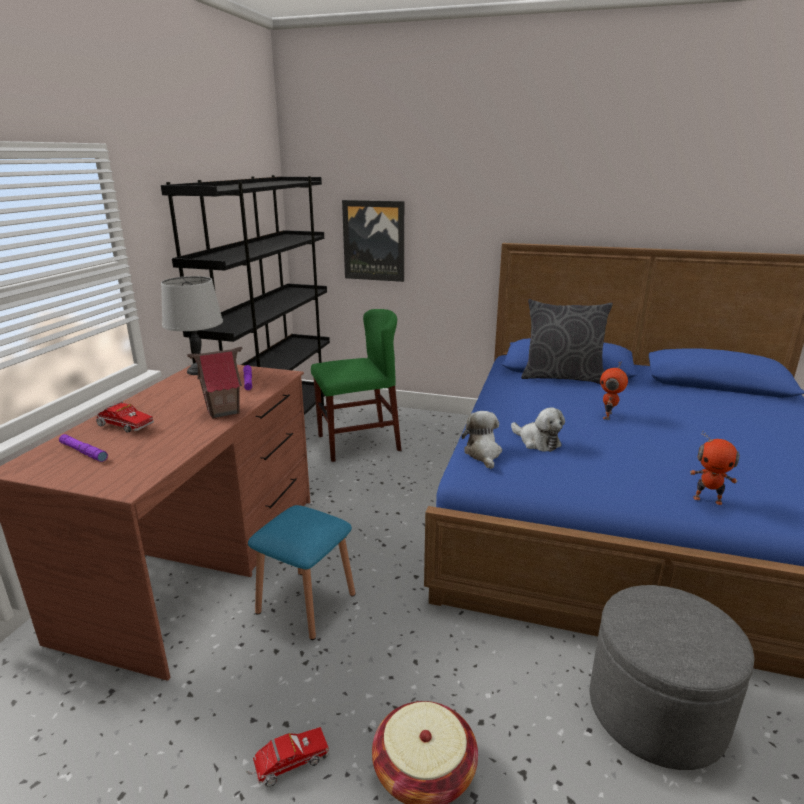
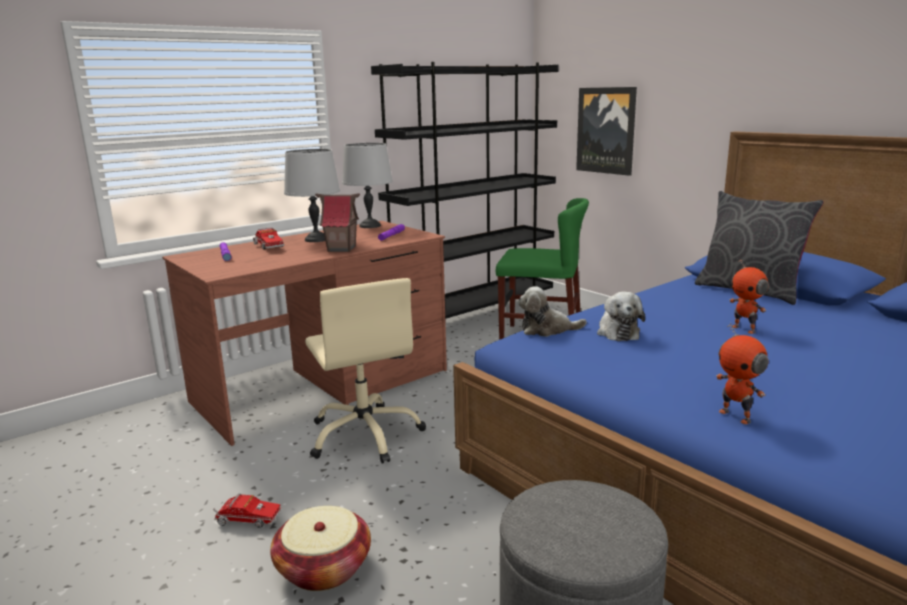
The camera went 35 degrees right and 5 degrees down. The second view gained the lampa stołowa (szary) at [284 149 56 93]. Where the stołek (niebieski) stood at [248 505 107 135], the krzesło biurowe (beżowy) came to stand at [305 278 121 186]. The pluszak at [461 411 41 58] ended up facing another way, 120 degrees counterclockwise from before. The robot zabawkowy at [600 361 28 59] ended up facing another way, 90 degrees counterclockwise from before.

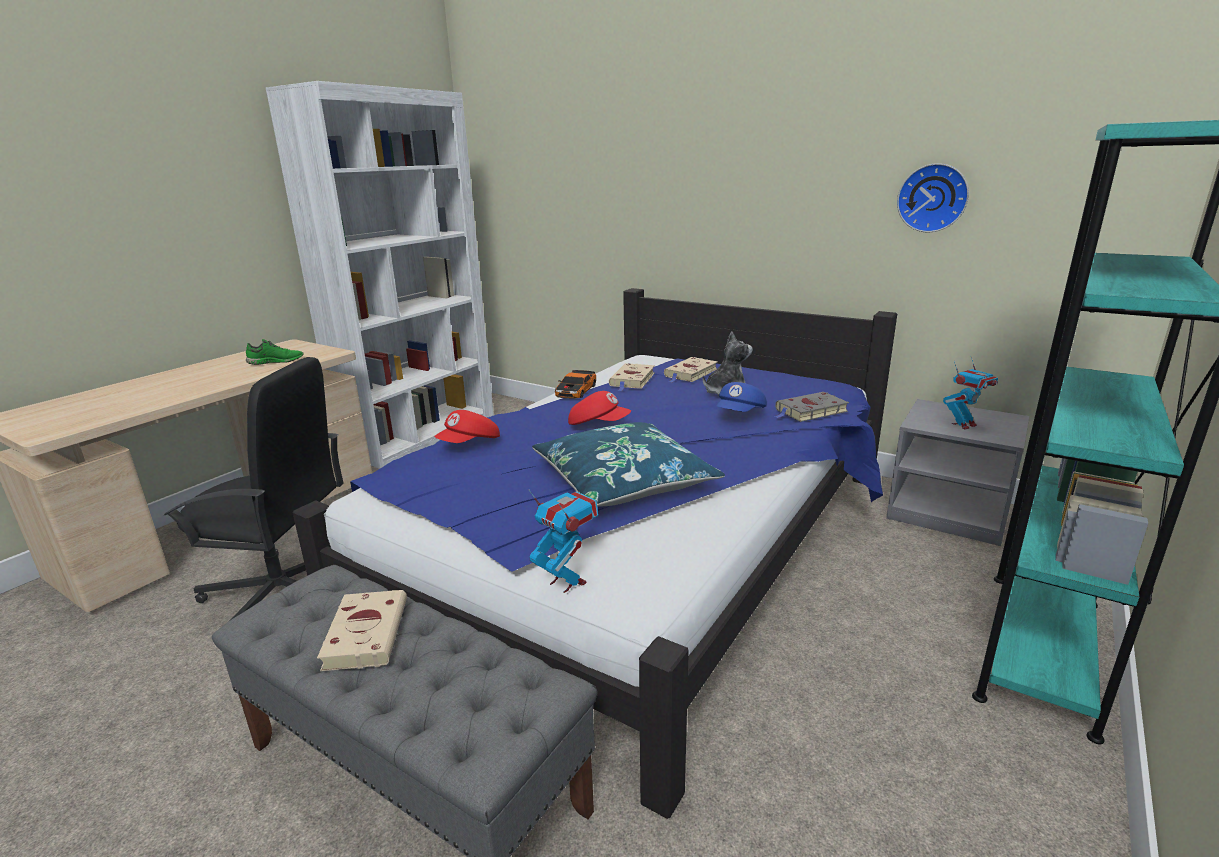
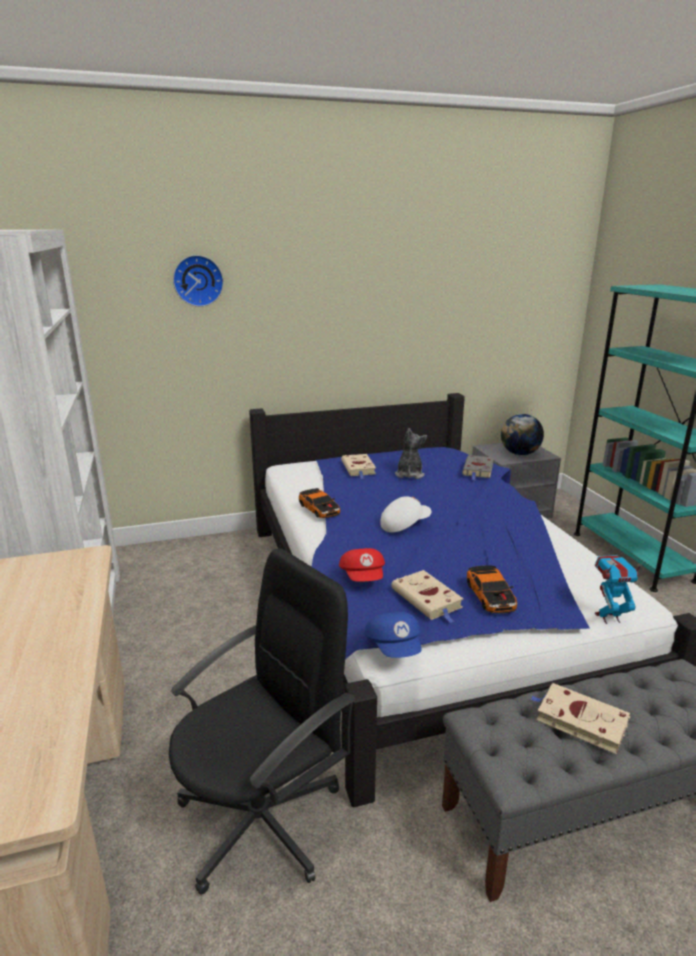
The camera went 50 degrees left and 0 degrees up. The zegar ścienny ended up elsewhere, having gone from [897 163 72 69] to [173 255 51 52]. The czapka z daszkiem (niebieski) ended up elsewhere, having gone from [716 382 51 30] to [365 612 57 46]. What was the czapka z daszkiem (czerwony) at [568 391 63 34] turned into the czapka z daszkiem (biały) at [380 496 51 36]. The książka (beżowy) ended up elsewhere, having gone from [609 363 46 28] to [391 570 73 53]. The second view gained the samochodzik at [467 566 50 48]. Where the robot zabawkowy stood at [943 357 55 73], the globus came to stand at [501 414 43 41]. The second view lost the but (zielony) at [246 339 58 26]. The second view lost the poduszka (niebieski) at [532 422 193 85].

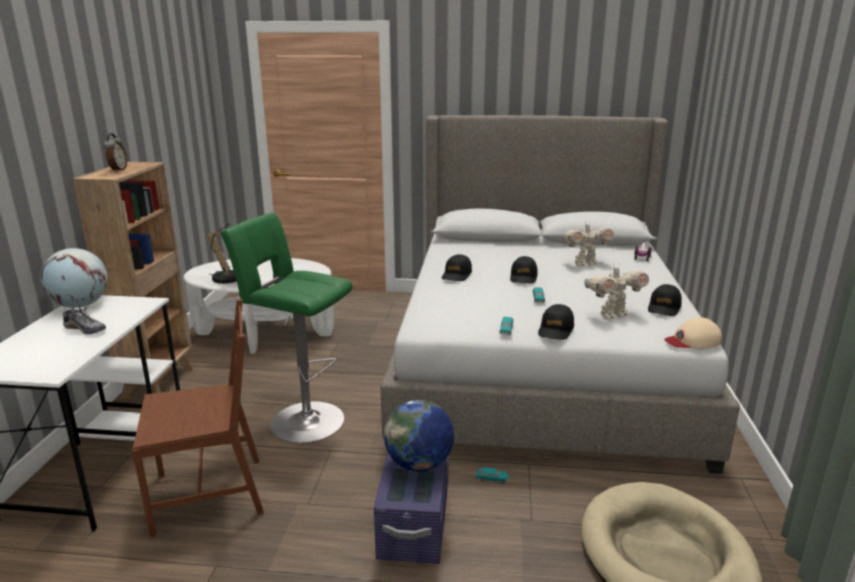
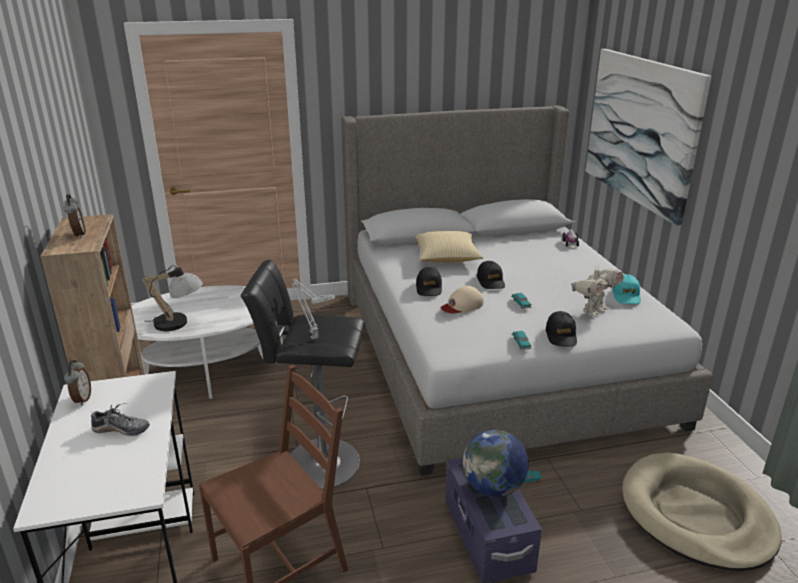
The camera went 20 degrees left and 5 degrees up. Where the globus stood at [40 248 68 60], the budzik came to stand at [64 360 27 46]. What was the stołek (zielony) at [220 212 133 231] turned into the stołek (czarny) at [241 260 124 229]. The second view gained the lampa stołowa (szary) at [292 279 43 60]. The second view gained the poduszka at [415 231 69 32]. The czapka z daszkiem (beżowy) ended up elsewhere, having gone from [664 317 58 32] to [441 286 43 28]. The second view gained the obraz at [586 49 126 177]. What was the czapka z daszkiem (czarny) at [648 284 34 32] turned into the czapka z daszkiem (turkusowy) at [612 274 29 30]. The second view lost the robot zabawkowy at [561 220 53 46].

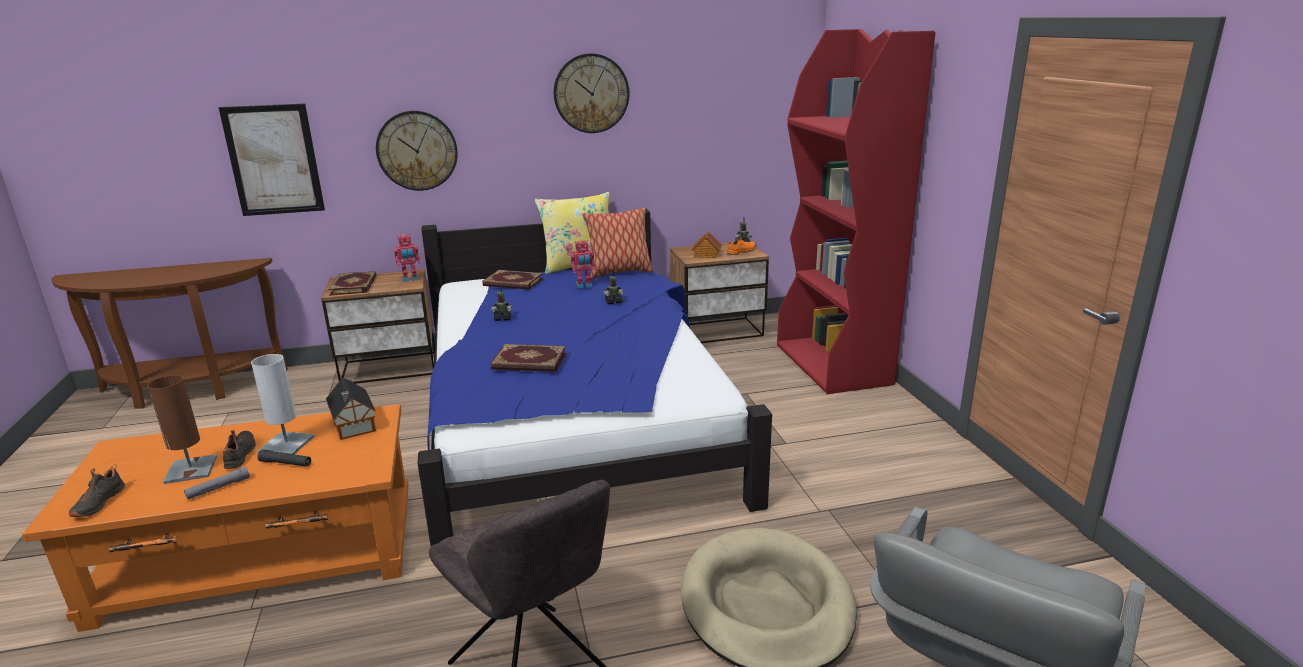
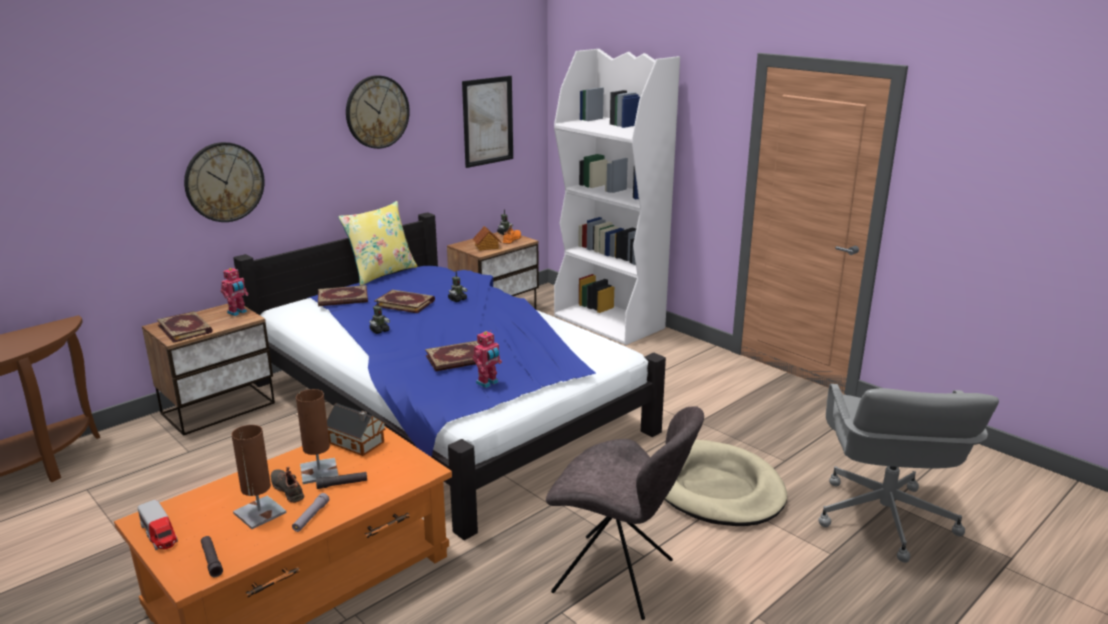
The camera went 30 degrees left and 0 degrees up. The second view gained the ciężarówka zabawkowa at [138 500 40 50]. Where the but (czarny) stood at [69 464 56 53], the latarka (czarny) came to stand at [201 536 22 41]. What was the lampa stołowa (biały) at [251 354 64 100] turned into the lampa stołowa (brązowy) at [296 389 43 95]. The second view gained the książka at [374 290 61 23]. The obraz ended up elsewhere, having gone from [218 104 107 112] to [462 76 51 92]. The robot zabawkowy ended up elsewhere, having gone from [570 240 25 48] to [472 330 30 58]. What was the regał (czerwony) at [777 29 158 365] turned into the regał (biały) at [554 49 126 296]. The second view lost the poduszka at [583 207 70 71].

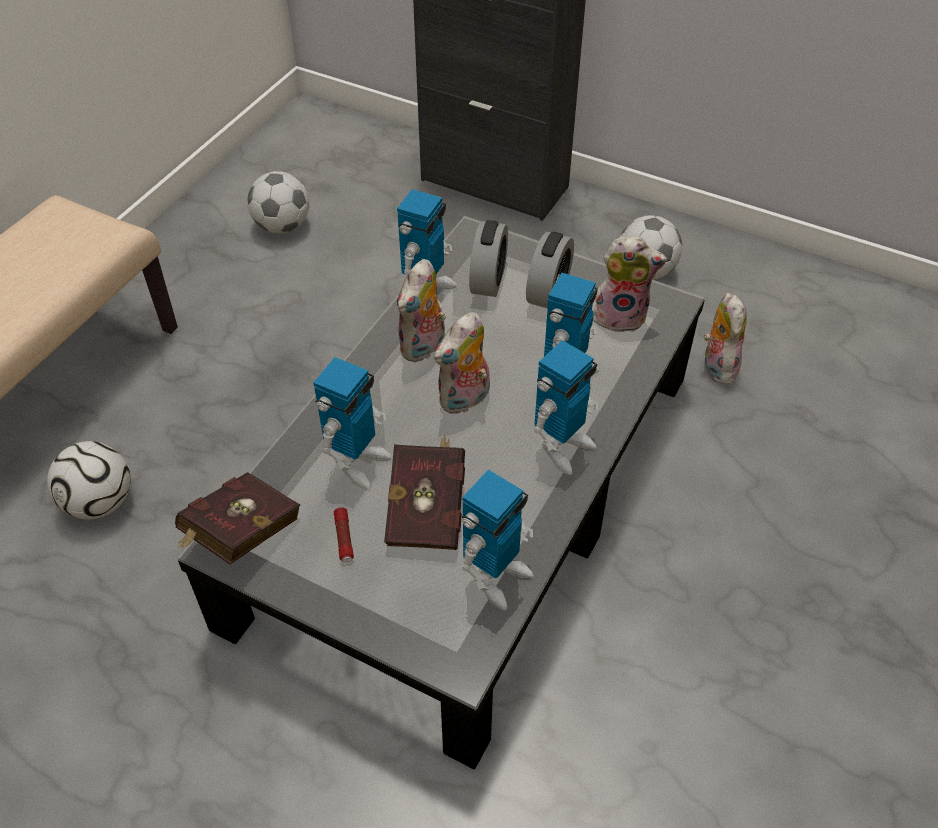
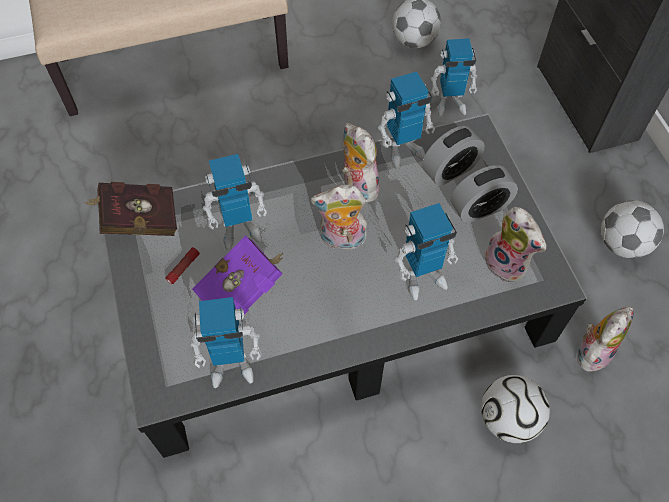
The camera went 45 degrees right and 10 degrees up. What was the książka (czerwony) at [384 435 81 115] turned into the książka (fioletowy) at [192 235 91 80]. The pluszak at [397 259 49 103] ended up facing another way, 75 degrees clockwise from before. The robot zabawkowy ended up elsewhere, having gone from [534 340 64 135] to [431 38 46 79]. The piłka futbolowa ended up elsewhere, having gone from [47 441 84 78] to [481 375 69 68].

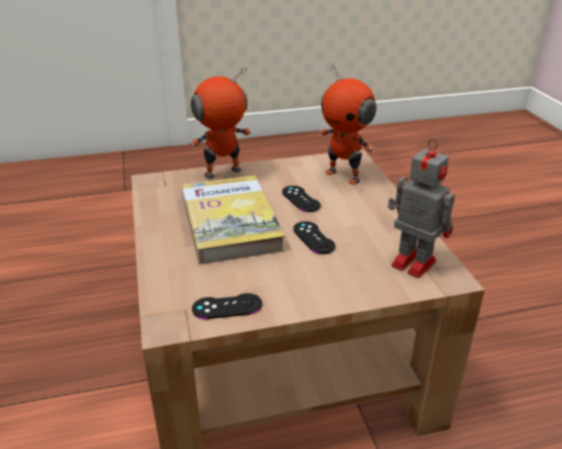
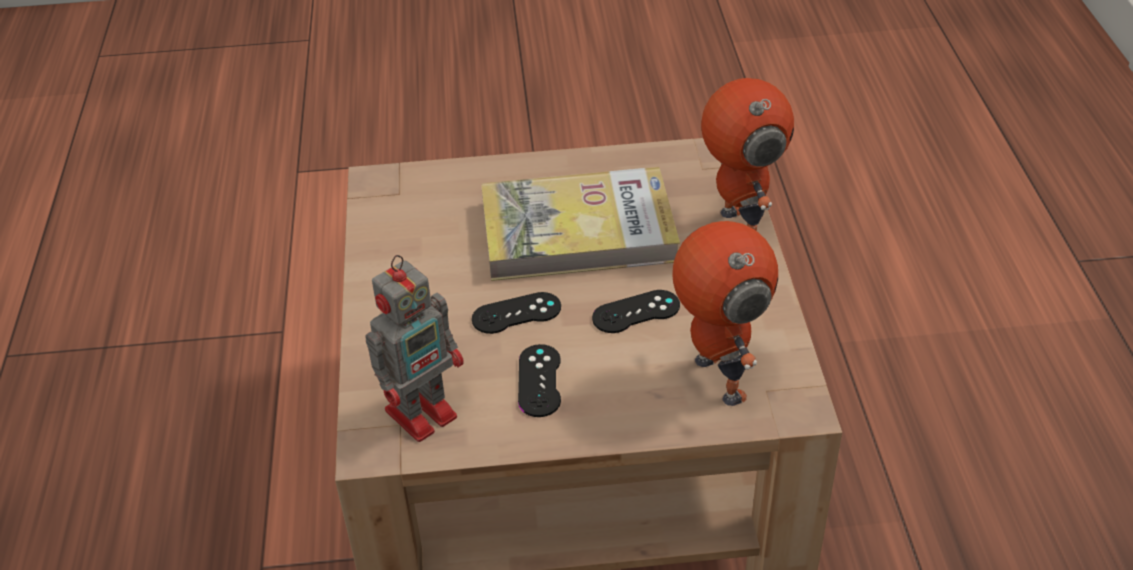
The camera went 100 degrees right and 10 degrees up. The pad do gier (czarny) ended up elsewhere, having gone from [192 293 70 26] to [518 344 43 73]. The robot zabawkowy at [320 64 57 121] ended up facing another way, 105 degrees clockwise from before.

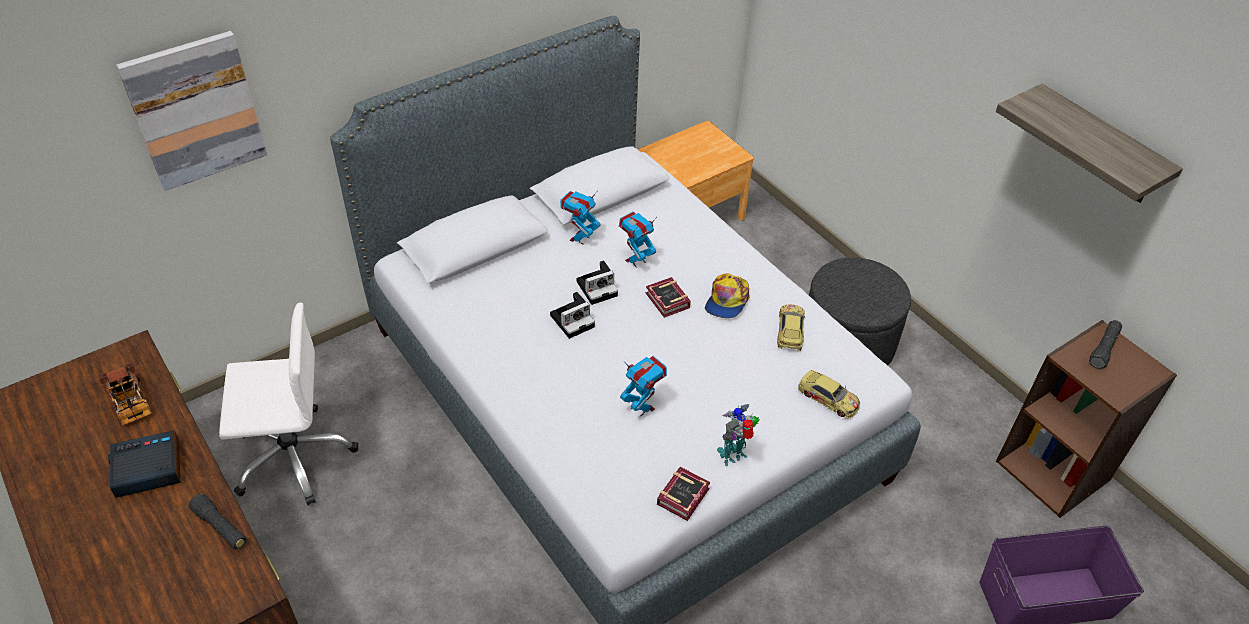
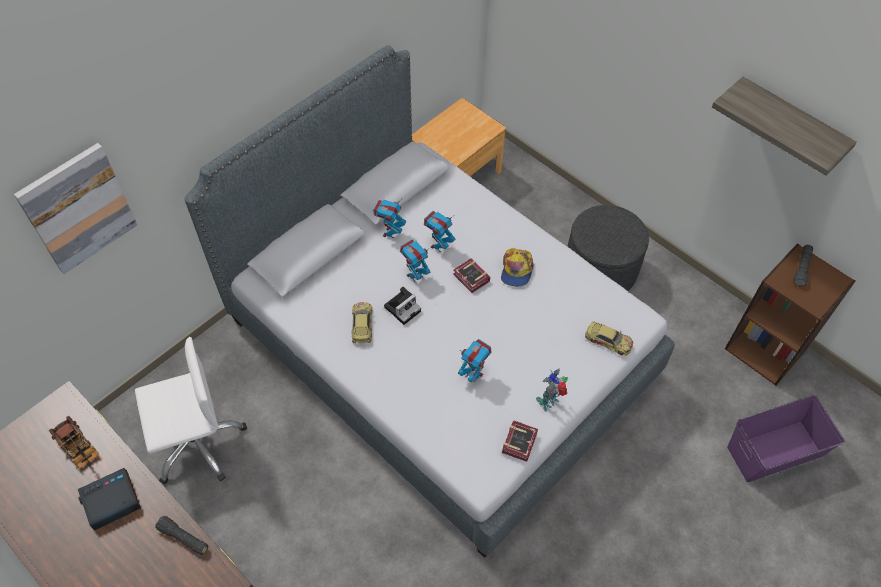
The camera went 10 degrees left and 10 degrees up. The samochodzik ended up elsewhere, having gone from [777 305 28 46] to [352 302 20 42]. Where the aparat fotograficzny stood at [576 260 42 45], the robot zabawkowy came to stand at [400 239 30 43].

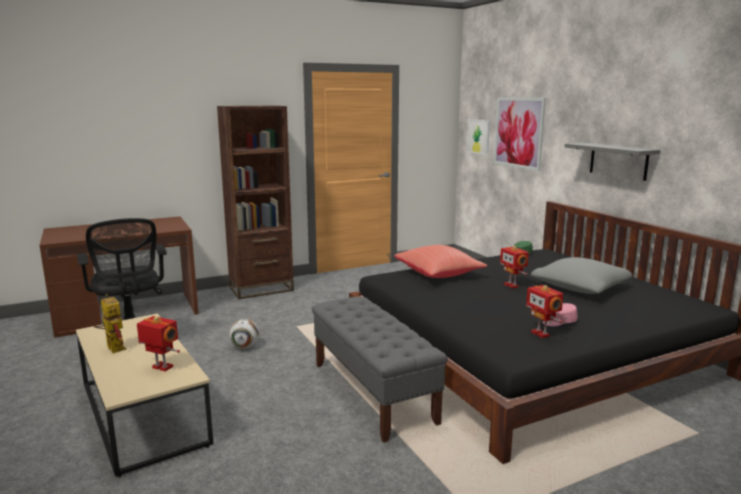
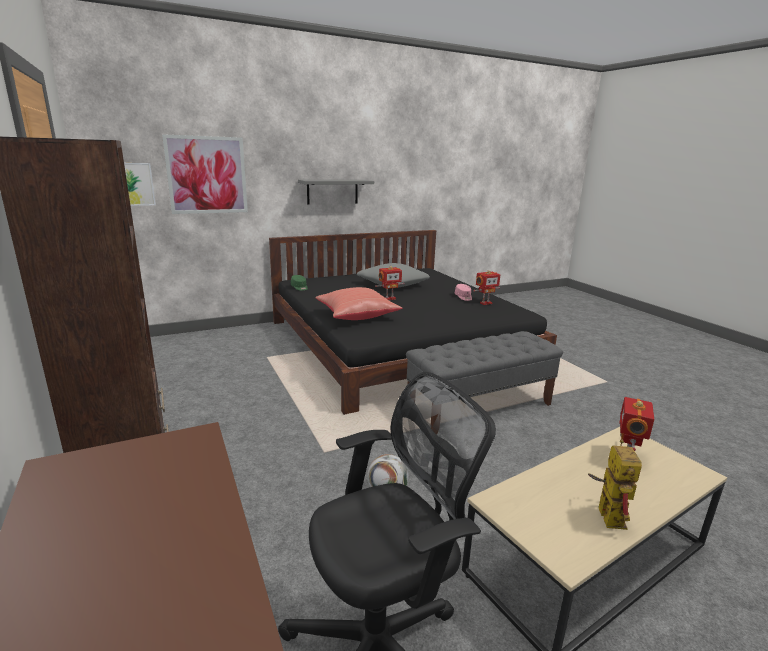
The camera went 90 degrees left and 5 degrees up. The robot zabawkowy at [94 294 32 59] ended up facing another way, 135 degrees clockwise from before.

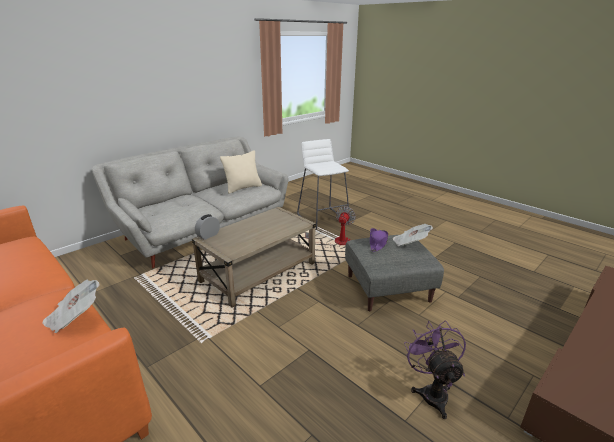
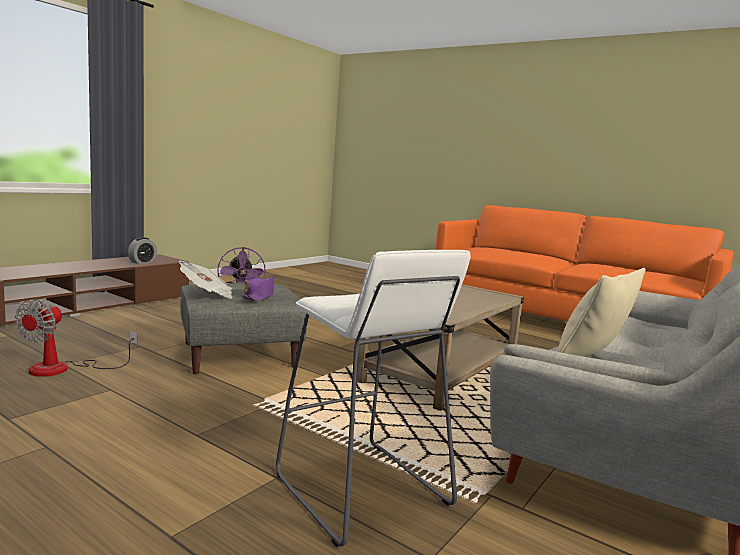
The camera went 170 degrees right and 15 degrees down. The wentylator ended up elsewhere, having gone from [305 206 51 42] to [15 299 122 78]. The budzik ended up elsewhere, having gone from [195 214 25 26] to [128 237 29 27]. The second view lost the gazeta at [42 280 58 53].

